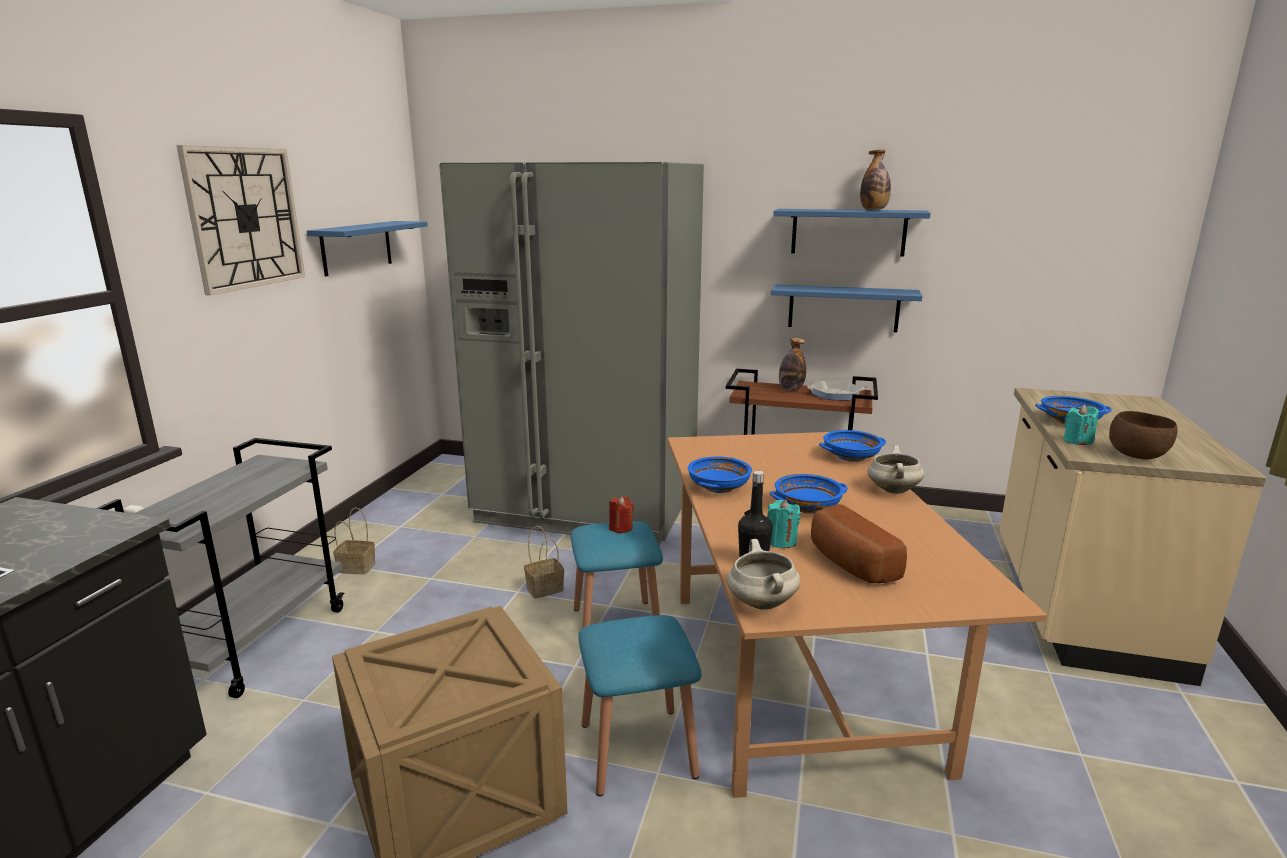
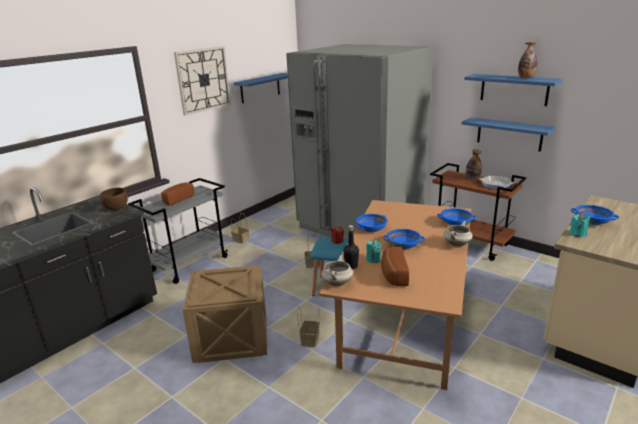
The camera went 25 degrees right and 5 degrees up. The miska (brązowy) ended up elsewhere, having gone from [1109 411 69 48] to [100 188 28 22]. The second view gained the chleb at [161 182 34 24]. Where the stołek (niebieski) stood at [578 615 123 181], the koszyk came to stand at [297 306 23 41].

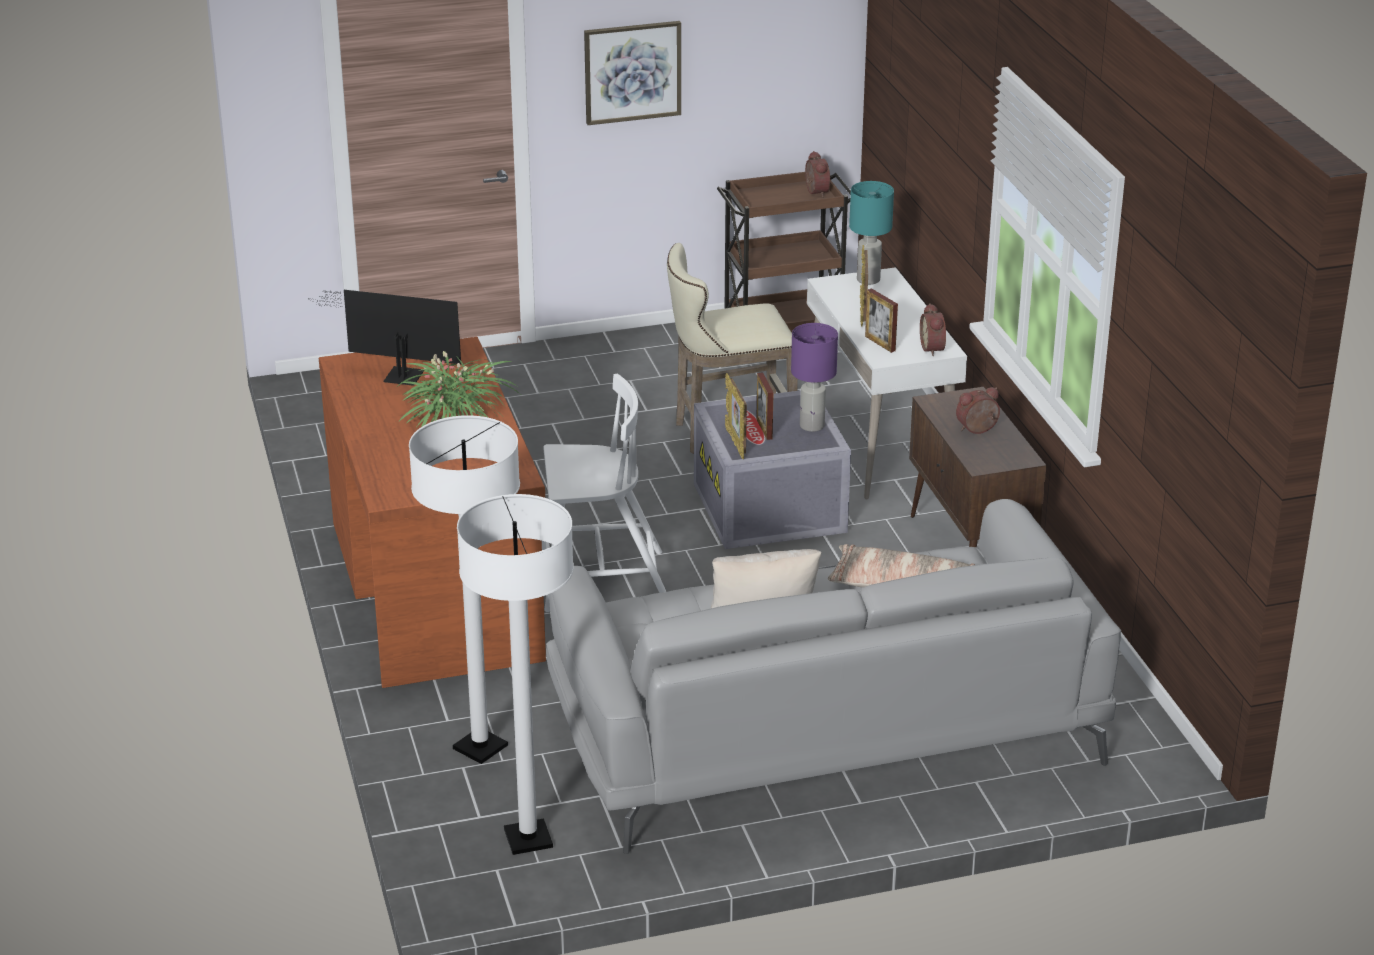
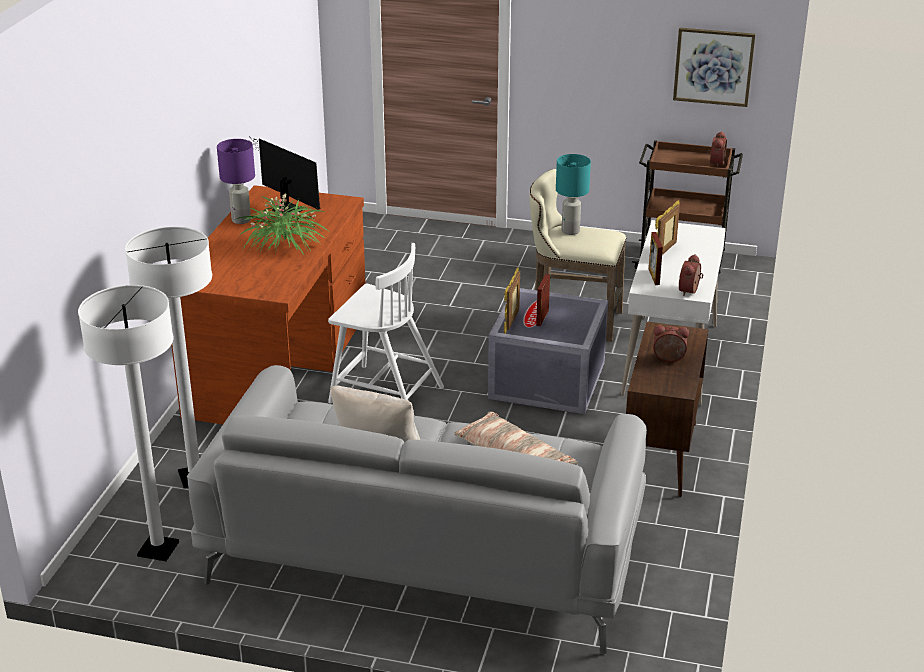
The camera went 30 degrees right and 0 degrees up. The lampa stołowa (fioletowy) ended up elsewhere, having gone from [791 323 47 109] to [217 139 38 85]. The lampa stołowa (turkusowy) ended up elsewhere, having gone from [849 181 45 104] to [556 154 35 81]. The obraz ended up elsewhere, having gone from [584 21 97 104] to [673 28 83 79].

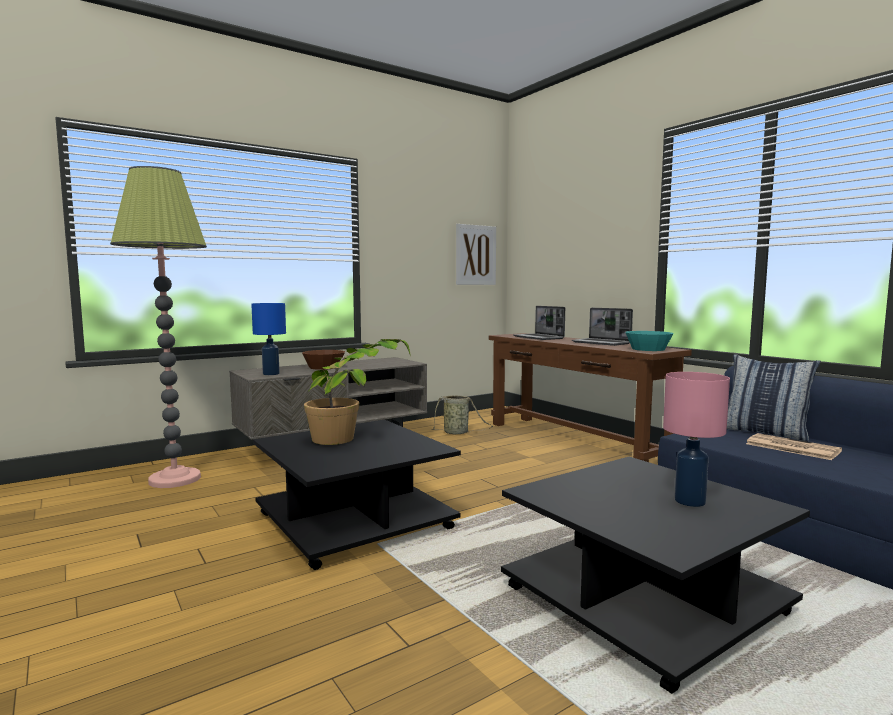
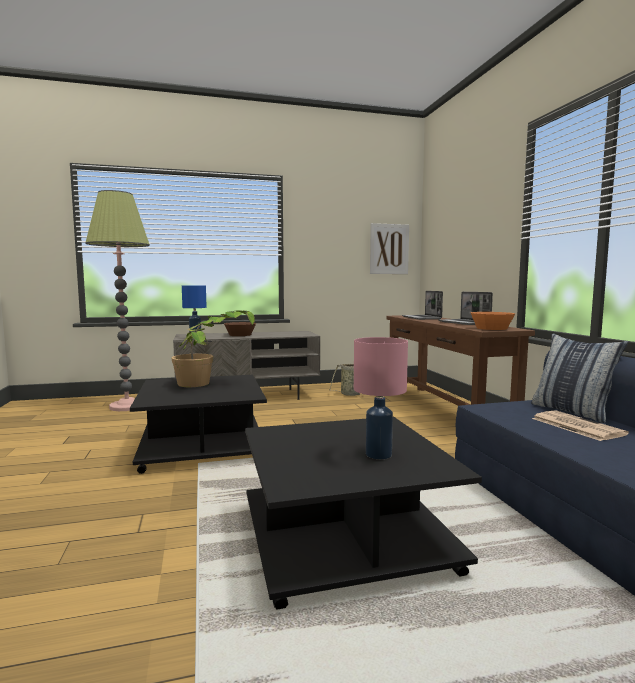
The camera went 20 degrees right and 0 degrees up. What was the miska (turkusowy) at [625 331 48 20] turned into the miska (pomarańczowy) at [470 312 45 18].

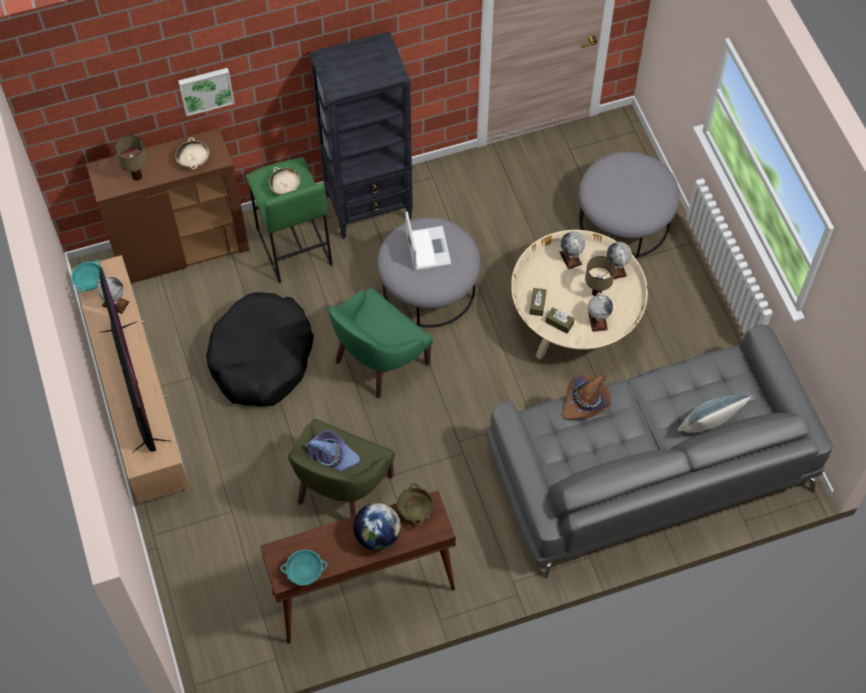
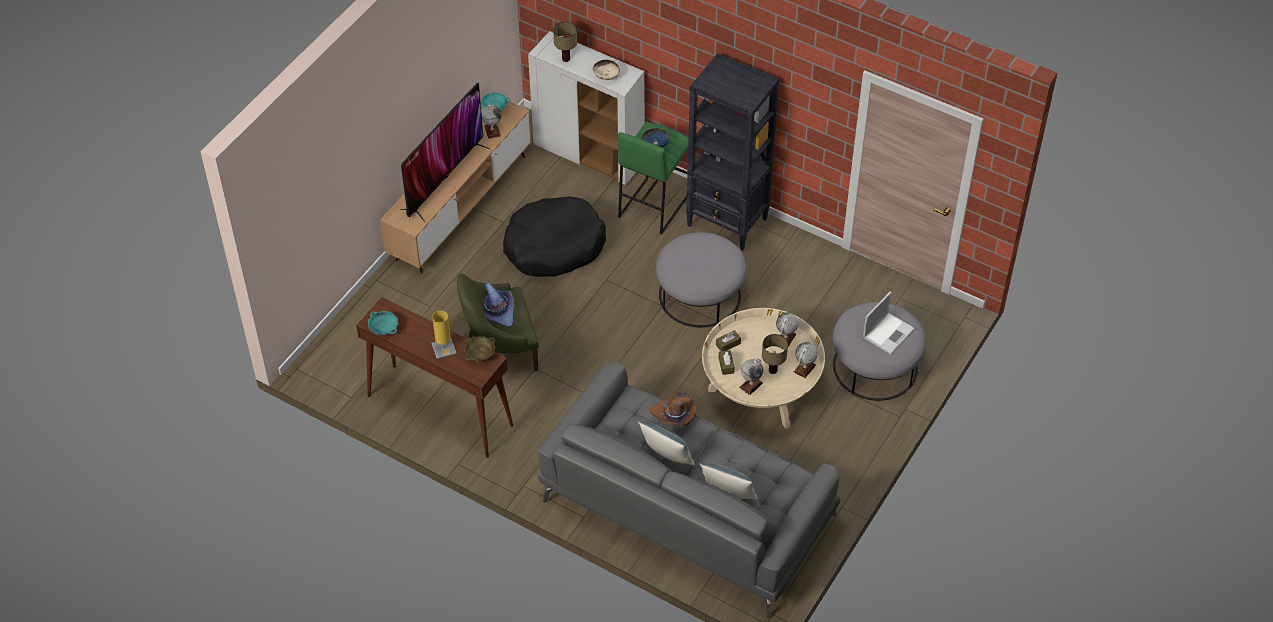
The camera went 50 degrees right and 10 degrees down. Where the globus stood at [353 503 48 48], the lampa stołowa (żółty) came to stand at [432 311 25 48]. What was the szafka (brązowy) at [86 128 163 156] turned into the szafka (biały) at [528 31 117 154]. The second view gained the poduszka at [638 421 57 45]. What was the miska (beżowy) at [269 167 31 28] turned into the miska (niebieski) at [642 126 28 22]. The laptop ended up elsewhere, having gone from [405 211 46 60] to [863 292 52 62]. The second view lost the obraz at [178 68 57 48]. The second view lost the fotel (zielony) at [328 288 105 110].

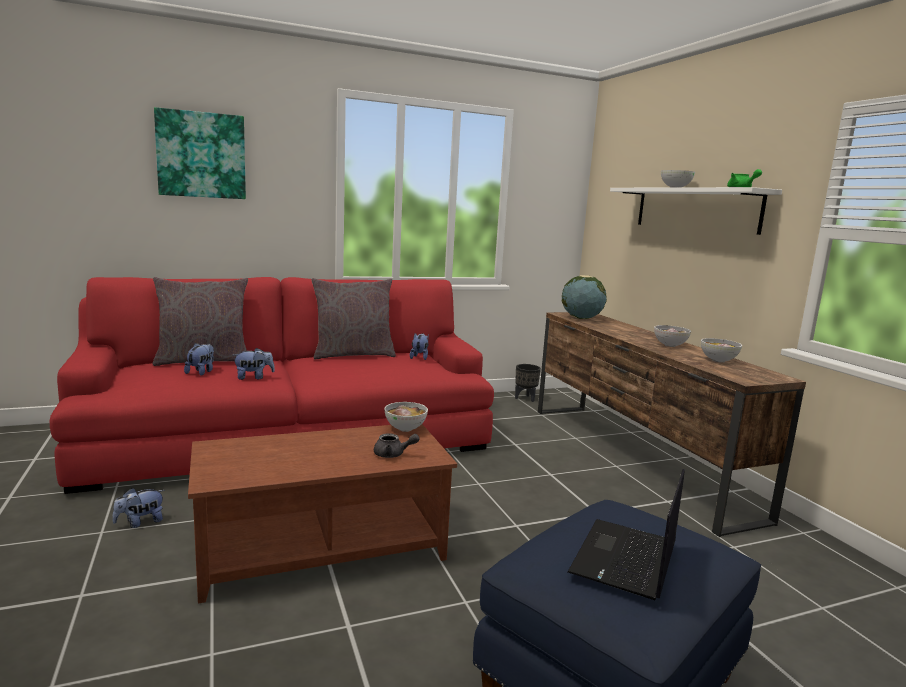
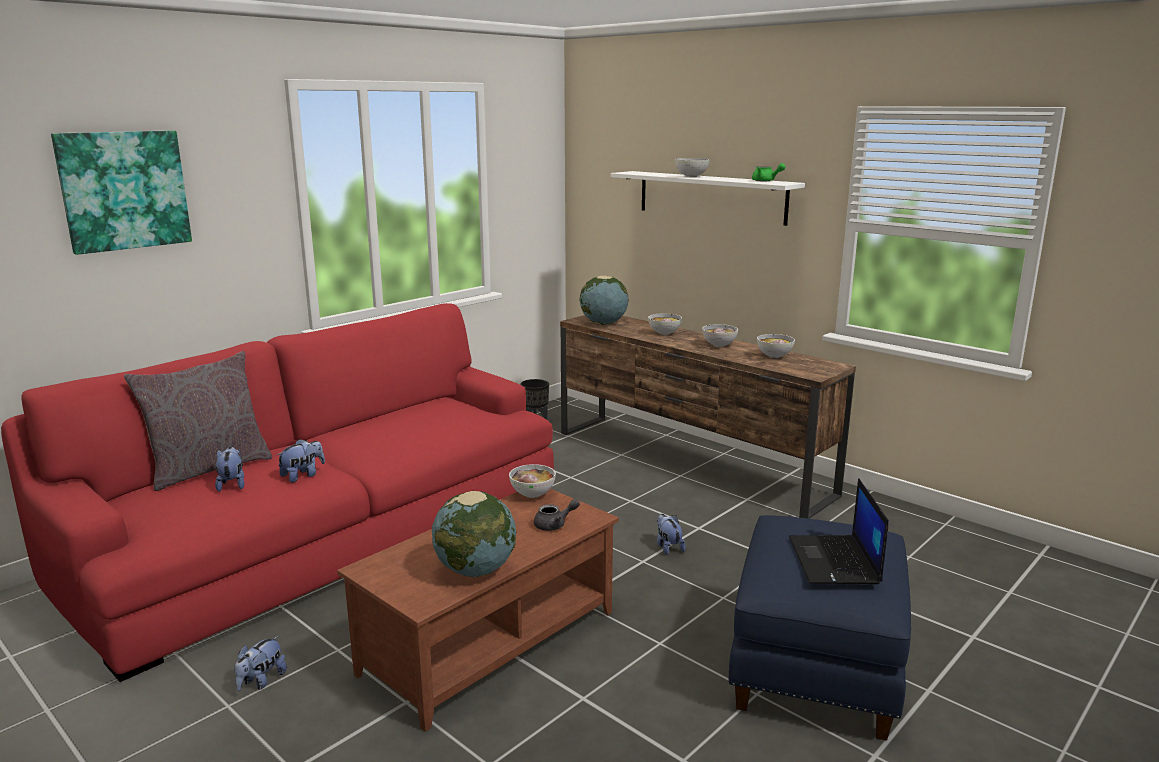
The camera went 25 degrees left and 5 degrees up. The second view gained the globus at [432 491 85 86]. The second view gained the miska at [648 313 34 22]. The pluszak ended up elsewhere, having gone from [410 333 18 27] to [657 514 29 41]. The second view lost the poduszka (szary) at [311 278 85 81].

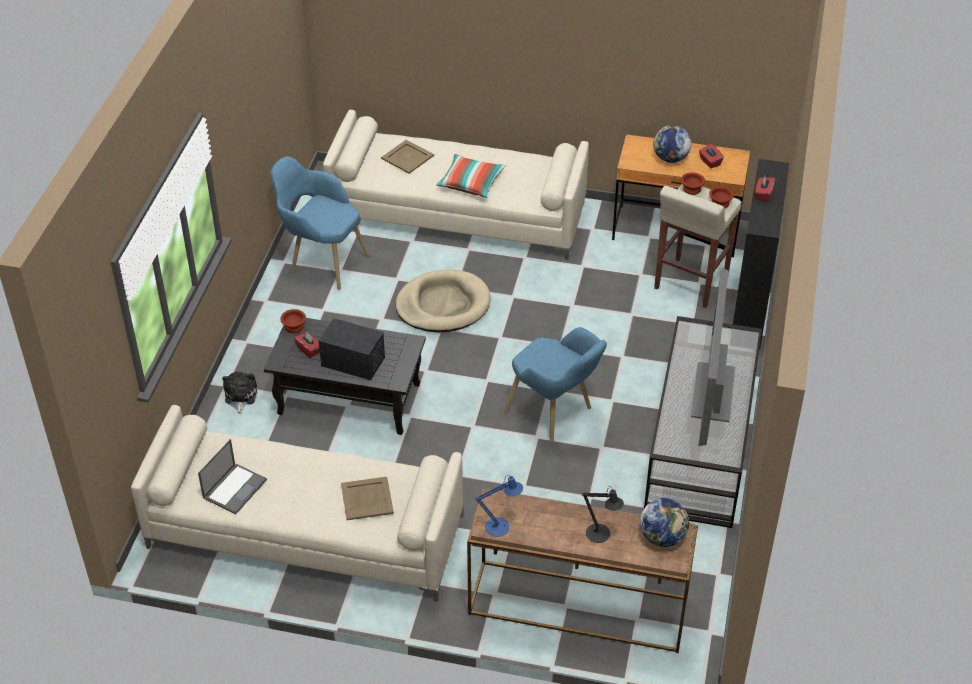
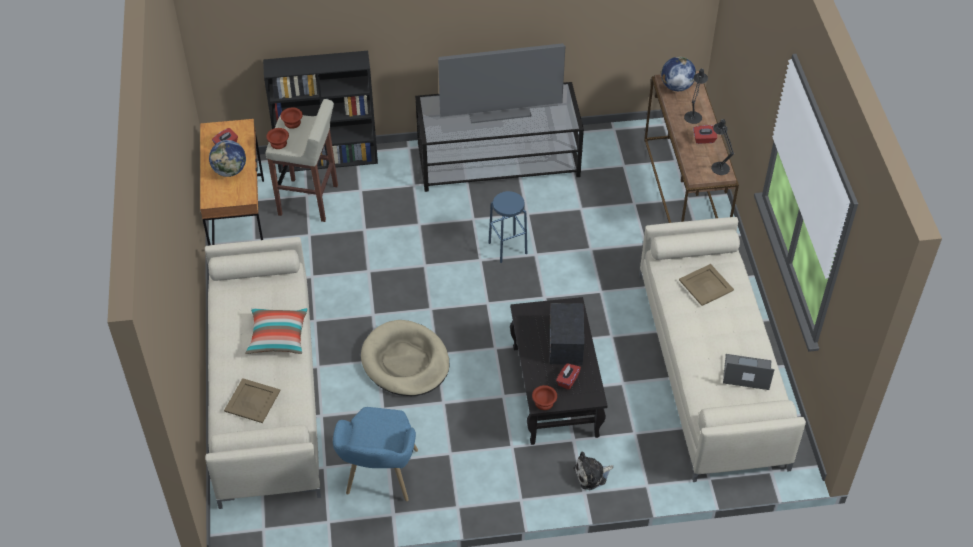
The camera went 110 degrees left and 5 degrees up. Where the fotel (niebieski) stood at [503 327 104 116], the stołek (niebieski) came to stand at [488 191 39 72]. The pudełko chusteczek (czerwony) ended up elsewhere, having gone from [755 176 20 25] to [693 125 24 19]. What was the lampa stołowa (niebieski) at [476 475 47 62] turned into the lampa stołowa (czarny) at [711 119 23 56].

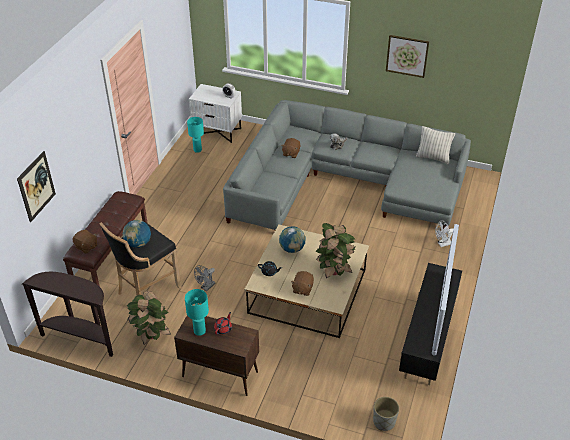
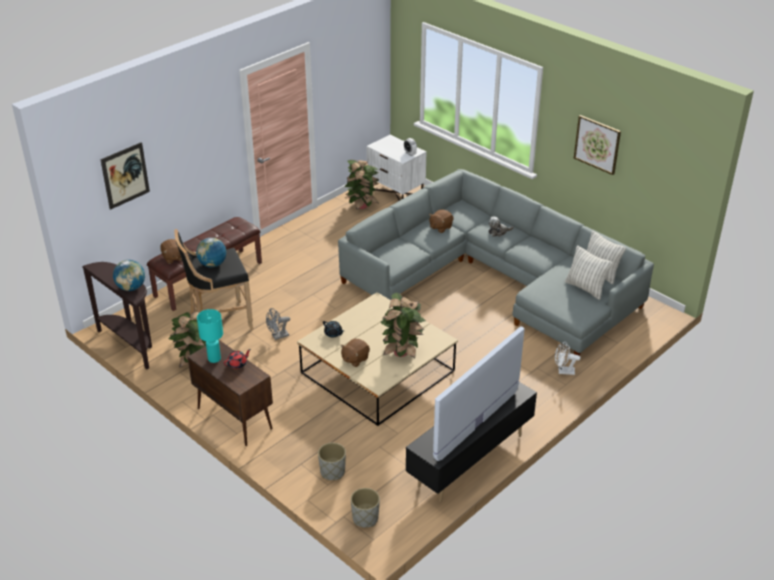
The camera went 25 degrees right and 5 degrees down. The globus ended up elsewhere, having gone from [279 226 26 27] to [113 260 32 31]. The second view gained the donica (szary) at [318 443 28 37]. Where the lampa stołowa (turkusowy) stood at [187 117 17 36], the roślina doniczkowa came to stand at [344 160 35 50]. The second view gained the poduszka at [565 245 47 55].

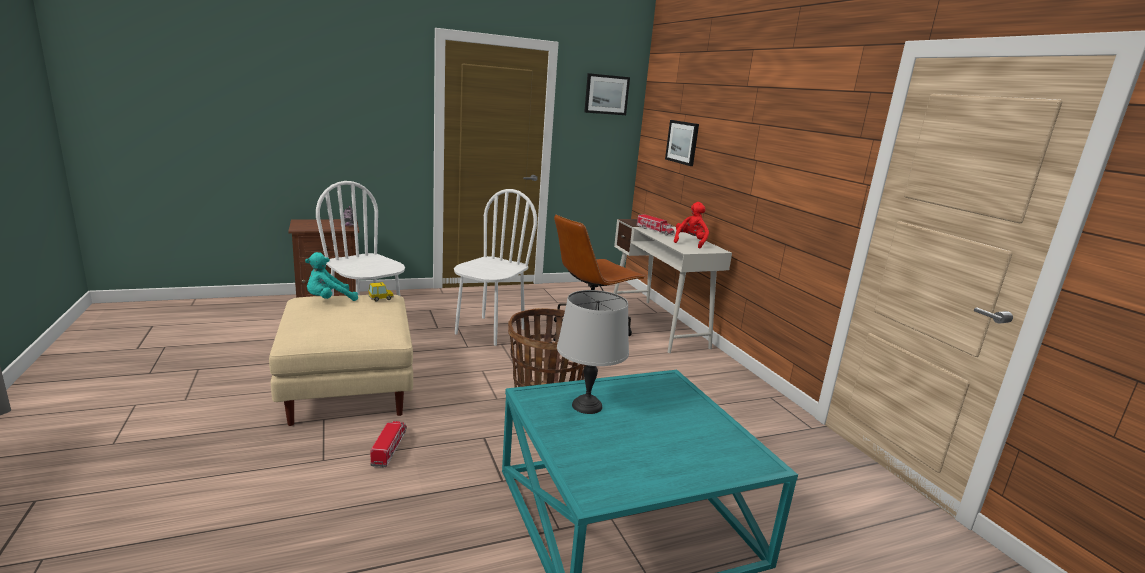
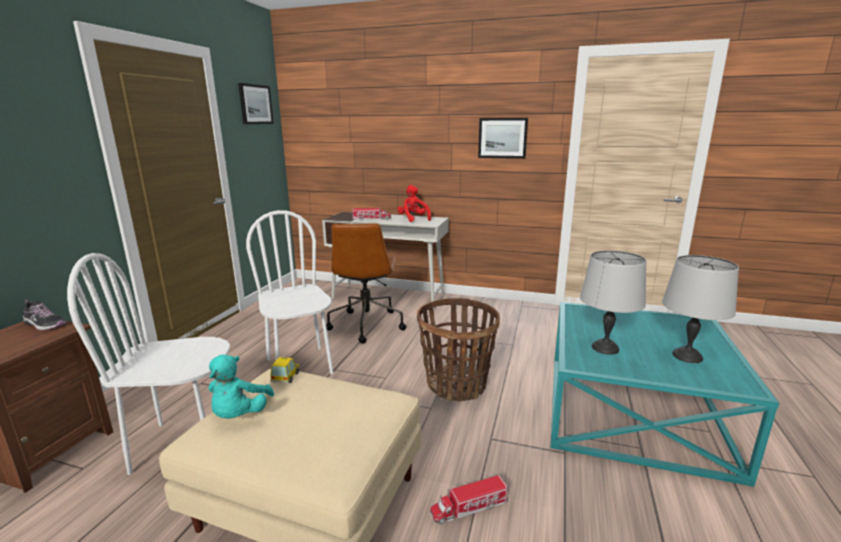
The camera went 50 degrees left and 0 degrees up. The ciężarówka zabawkowa at [370 421 37 47] ended up facing another way, 60 degrees counterclockwise from before. The obraz ended up elsewhere, having gone from [665 120 34 46] to [478 118 50 41]. The second view gained the lampa stołowa (szary) at [662 255 77 108].

